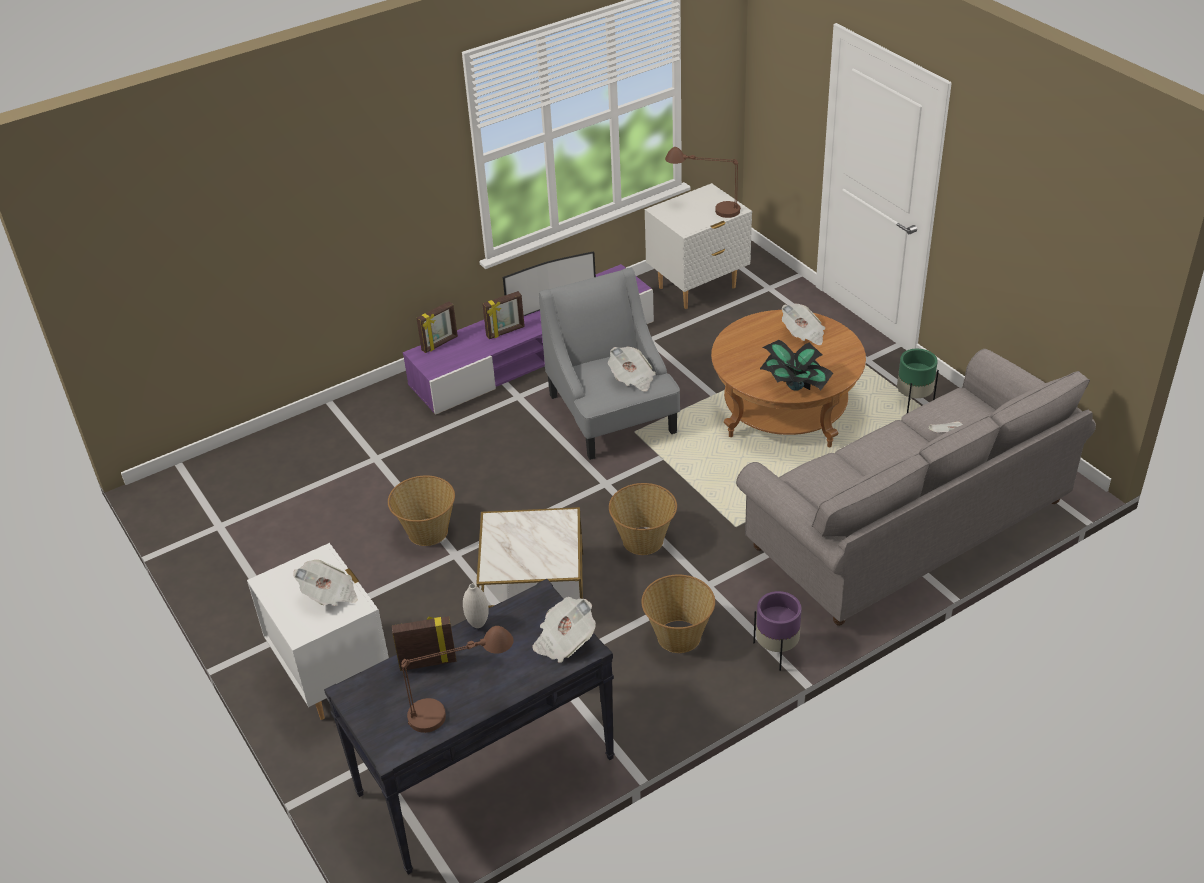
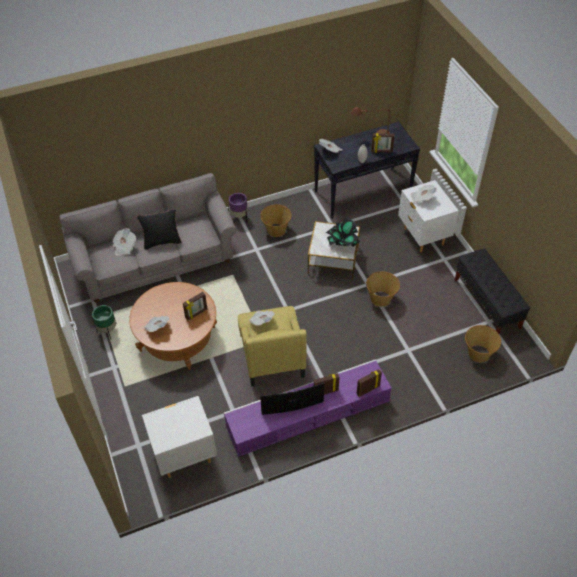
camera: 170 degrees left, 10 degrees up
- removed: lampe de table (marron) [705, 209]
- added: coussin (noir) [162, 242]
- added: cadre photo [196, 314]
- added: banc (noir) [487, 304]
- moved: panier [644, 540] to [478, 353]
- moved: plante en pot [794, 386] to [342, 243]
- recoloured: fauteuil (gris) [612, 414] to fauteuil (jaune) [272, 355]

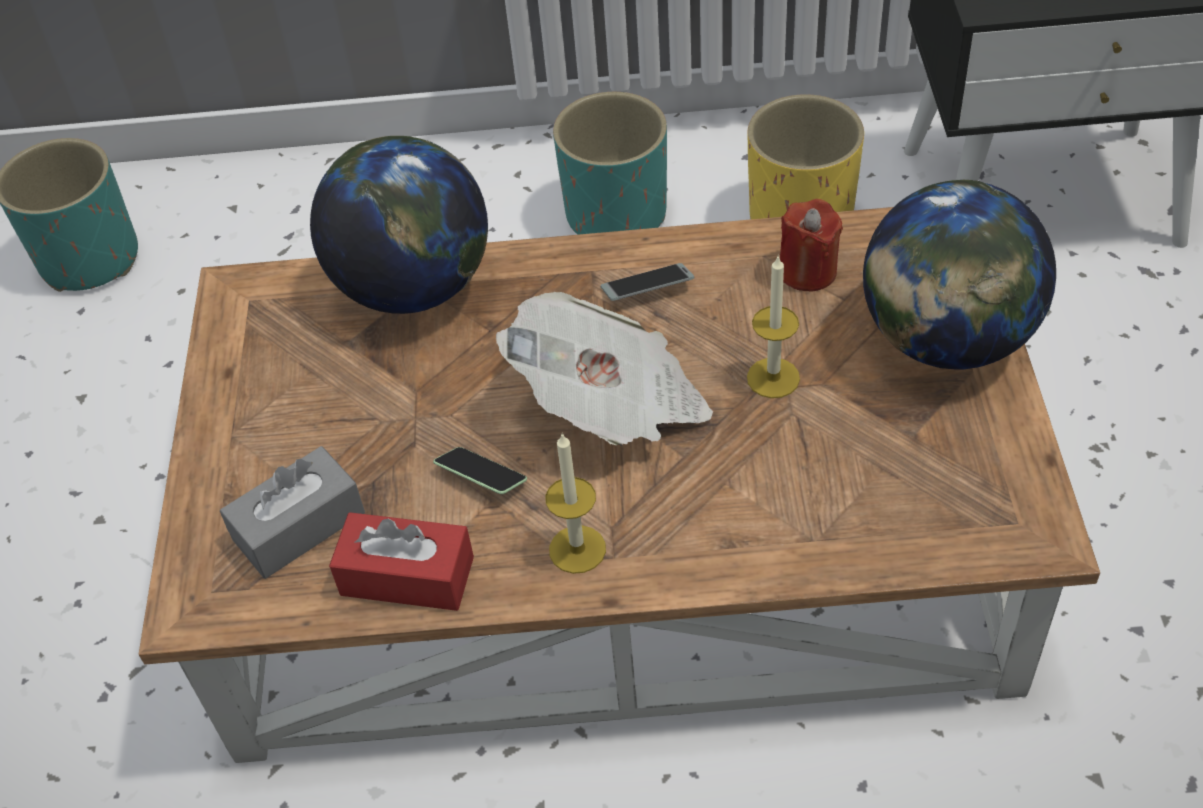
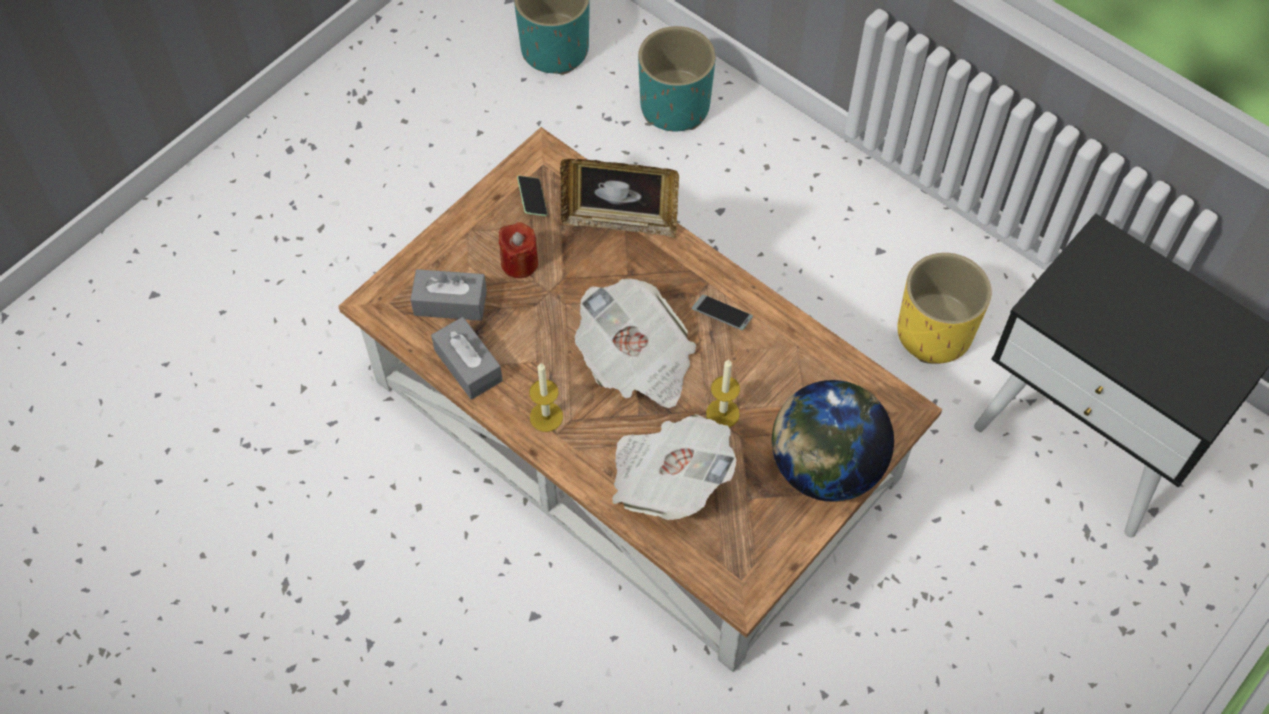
camera: 40 degrees right, 10 degrees up
- added: journal [668, 479]
- moved: téléphone [481, 478] to [532, 200]
- moved: cache-pot (turquoise) [616, 215] to [675, 107]
- moved: bougie (rouge) [807, 271] to [519, 263]
- replaced: globe [414, 287] to cadre photo [620, 221]
- recoloured: boîte à mouchoirs (rouge) [407, 576] to boîte à mouchoirs (gris) [468, 365]

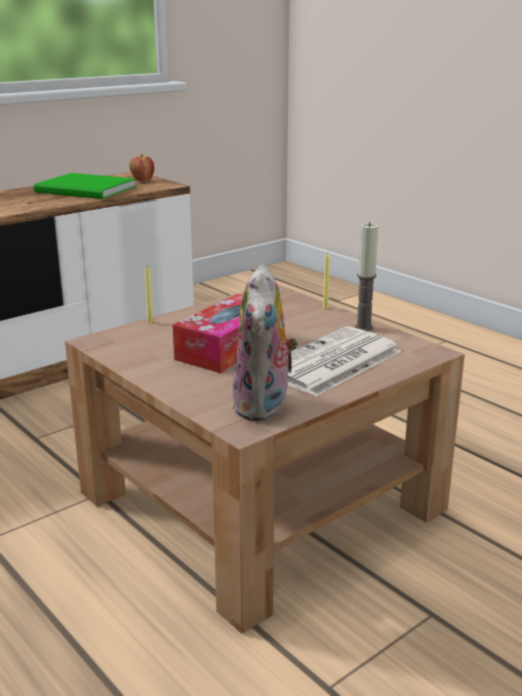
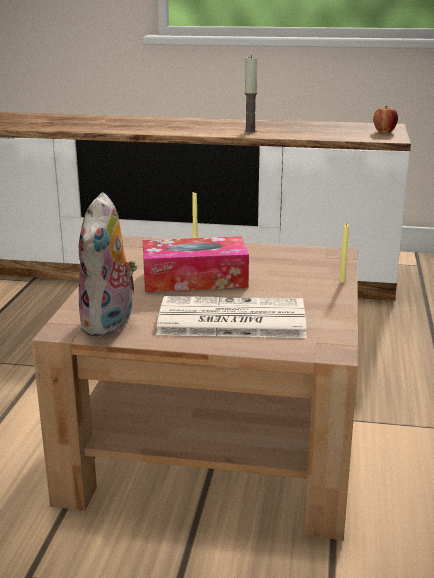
camera: 50 degrees right, 0 degrees up
- removed: livre (vert) [86, 190]
- moved: bougie [363, 327] to [250, 131]
- turned: peluche [264, 407] = [110, 324] 45 degrees counterclockwise

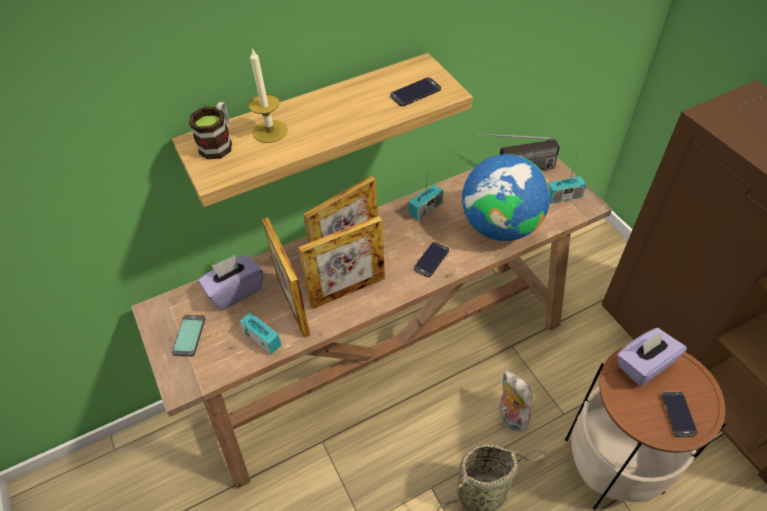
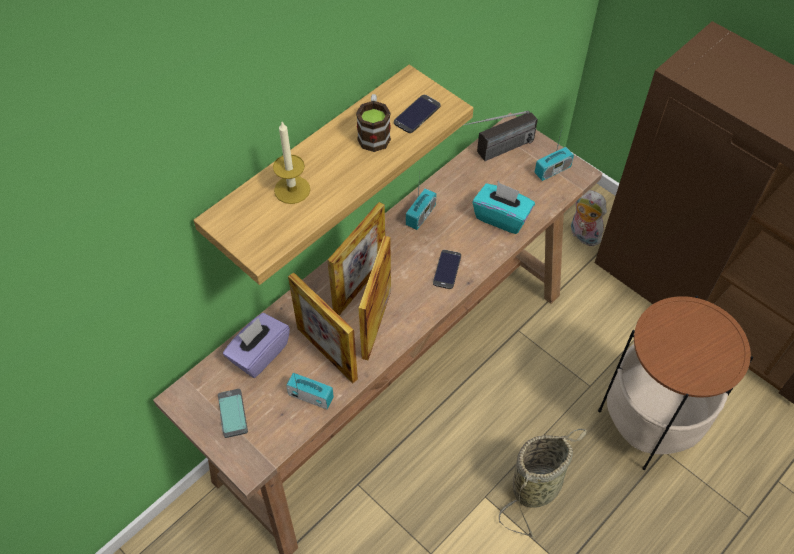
camera: 20 degrees left, 5 degrees up
- removed: boîte à mouchoirs (violet) [643, 365]
- removed: téléphone [678, 414]
- moved: mug [219, 143] to [374, 134]
- moved: peluche [510, 416] to [582, 235]
- replaced: globe [500, 226] to boîte à mouchoirs (turquoise) [501, 217]
- turned: cadre photo [348, 291] = [376, 324] 150 degrees clockwise

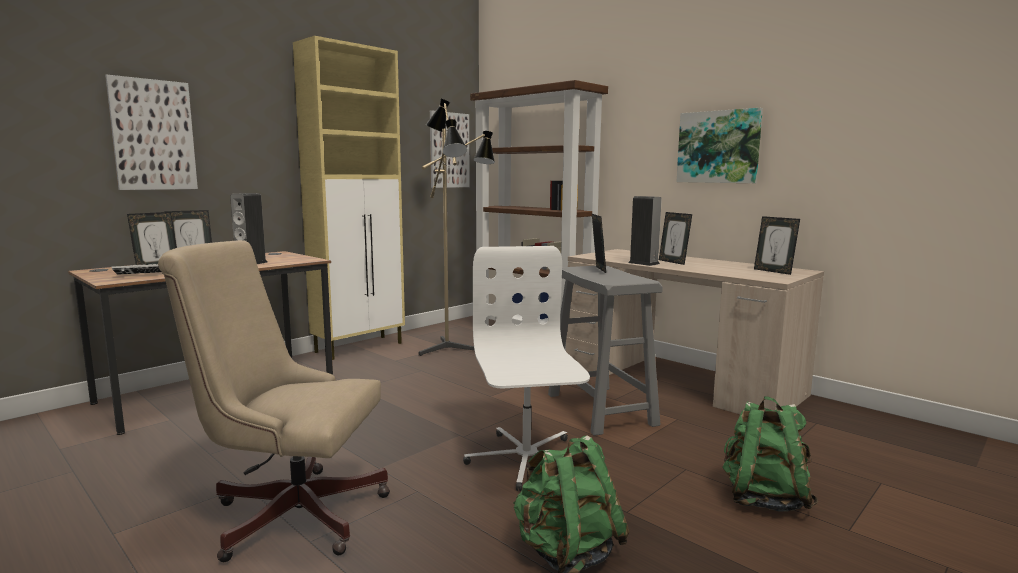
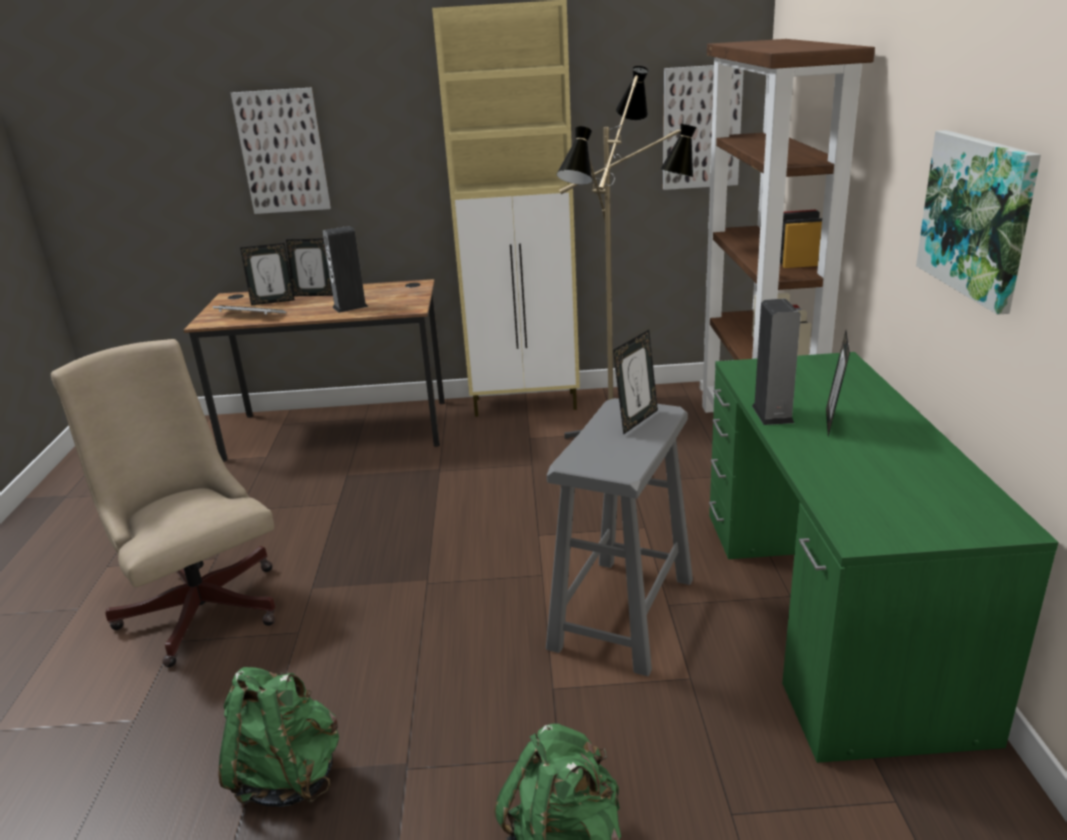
camera: 45 degrees right, 15 degrees up
- removed: chaise de bureau (blanc) [525, 459]
- removed: cadre photo [773, 271]
- recoloured: bureau (beige) [679, 379] to bureau (vert) [827, 610]

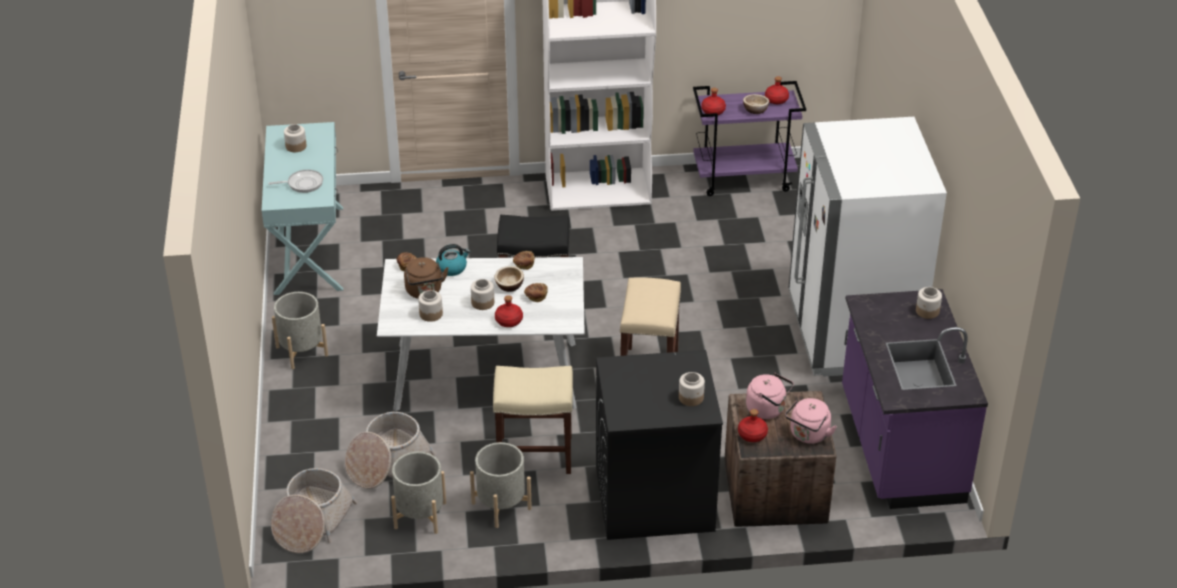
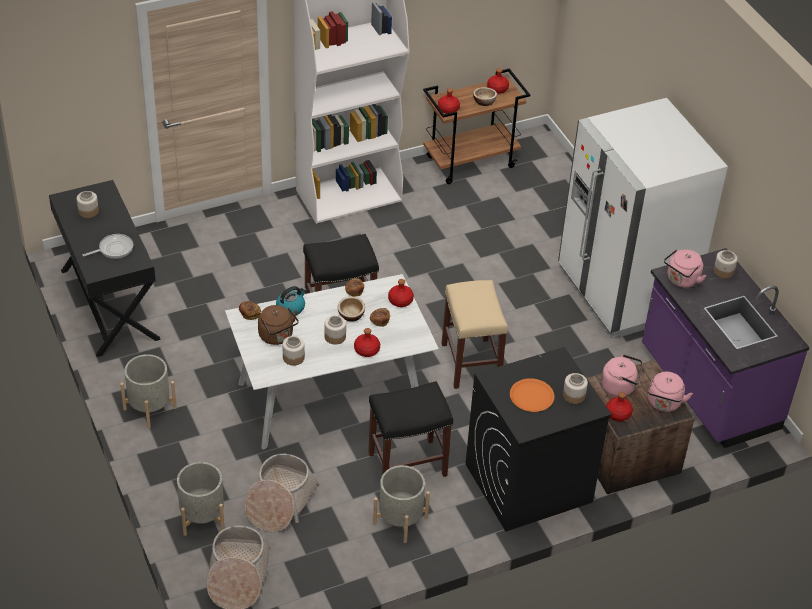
camera: 20 degrees left, 5 degrees up
- added: bouteille (rouge) [400, 300]
- added: assiette (orange) [531, 396]
- added: bouilloire (rose) [681, 280]
- moved: cache-pot (gris) [420, 515] to [202, 517]
- recoloured: table console (turquoise) [308, 249] to table console (noir) [109, 304]
- recoloured: tabouret (beige) [533, 455] to tabouret (noir) [406, 465]
- recoloured: chariot (violet) [744, 178] to chariot (marron) [471, 161]

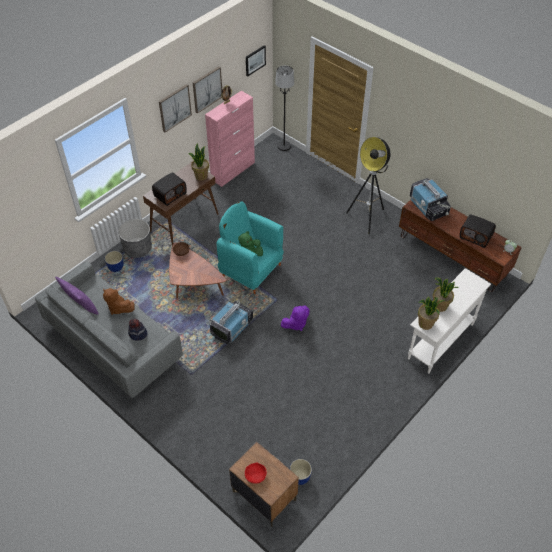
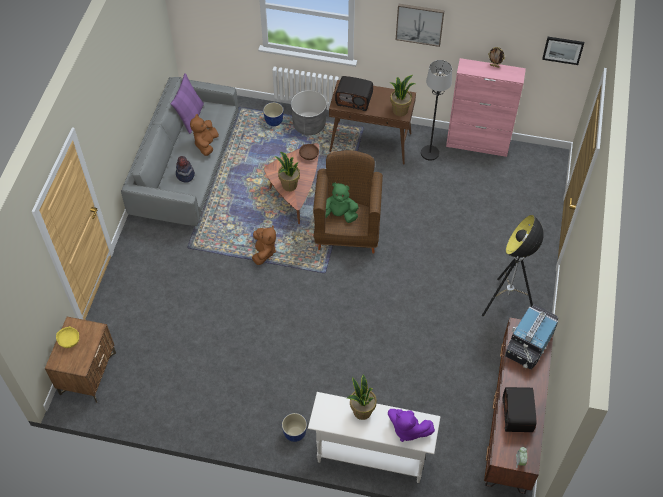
camera: 60 degrees right, 5 degrees up
- removed: tableau [207, 89]
- moved: lampadaire (noir) [284, 146] to [430, 153]
- moved: peluche (violet) [296, 324] to [407, 429]
- moved: cache-pot [299, 477] to [294, 433]
- moved: plante en pot [425, 324] to [289, 185]
- replaced: téléviseur [232, 327] to peluche (marron) [264, 252]
- recoloured: fauteuil (turquoise) [250, 270] to fauteuil (marron) [347, 230]
- recoloured: bol (rouge) [255, 476] to bol (jaune) [69, 341]

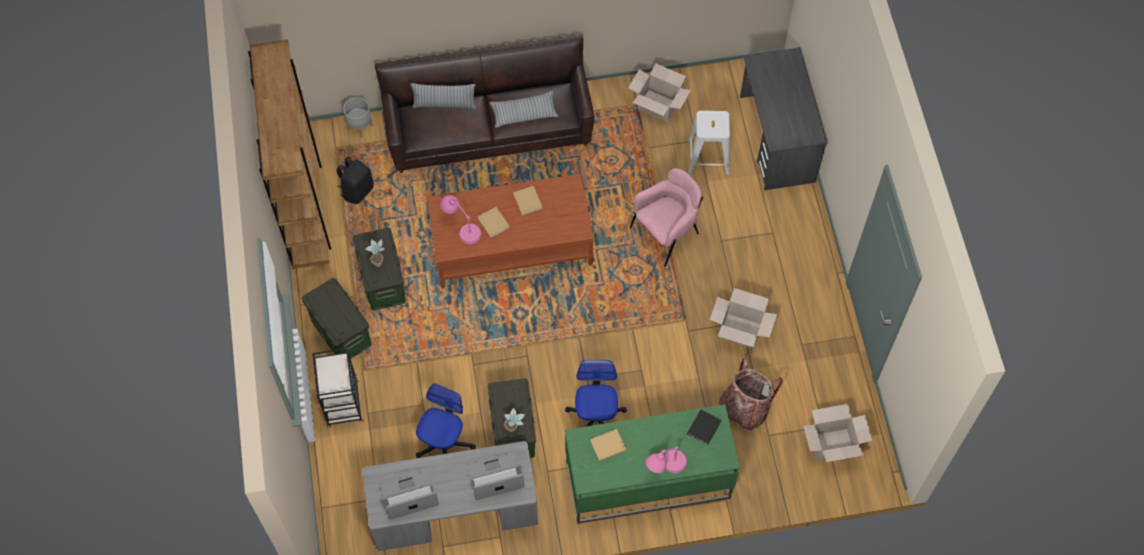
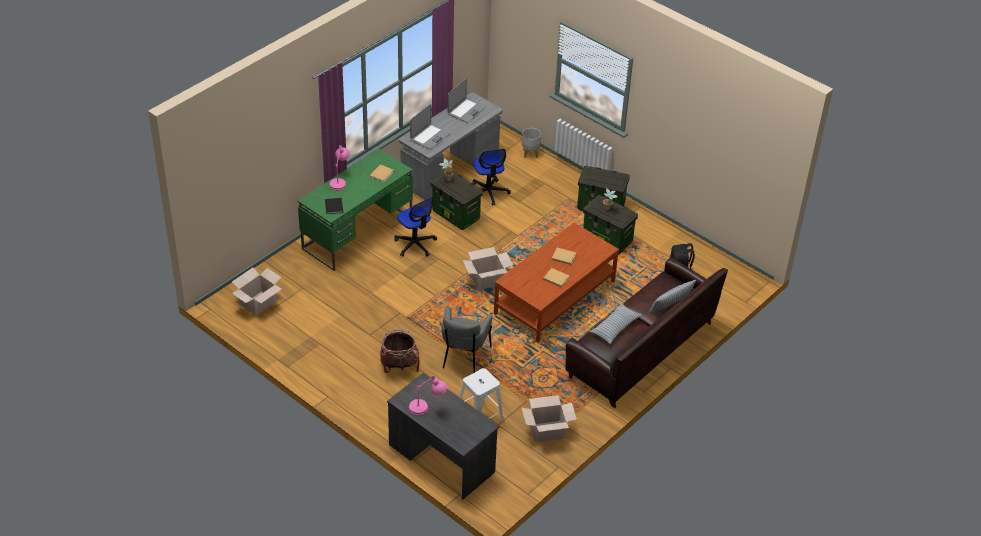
camera: 140 degrees right, 20 degrees down
- removed: bibliothèque (marron) [306, 209]
- removed: chariot (noir) [343, 404]
- moved: cache-pot (gris) [360, 126] to [530, 153]
- moved: lampe de table (rose) [462, 229] to [427, 408]
- moved: carton [740, 330] to [486, 280]
- moved: sac à dos [744, 408] to [399, 365]
- recoloured: fauteuil (rose) [666, 233] to fauteuil (gris) [464, 357]

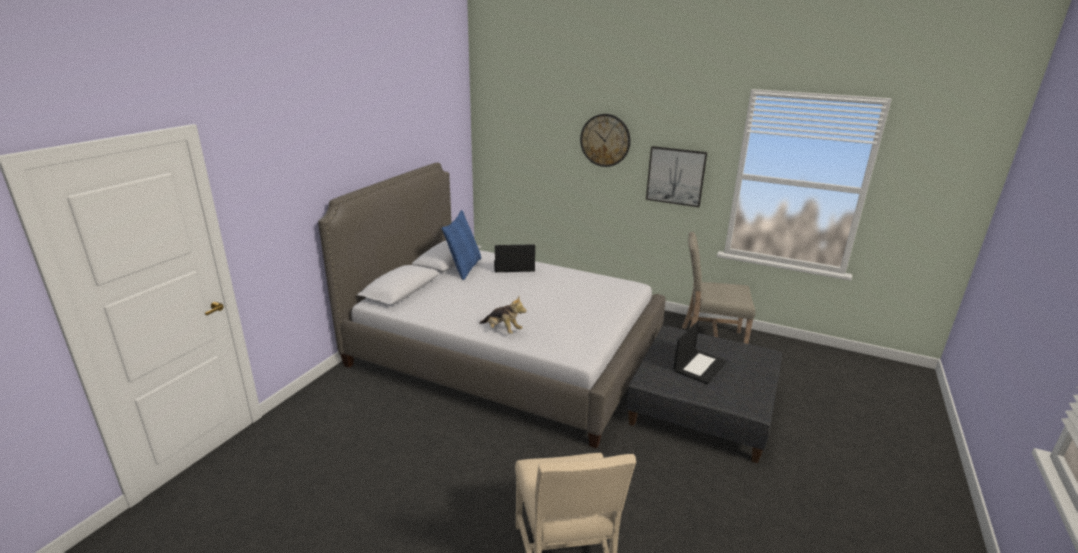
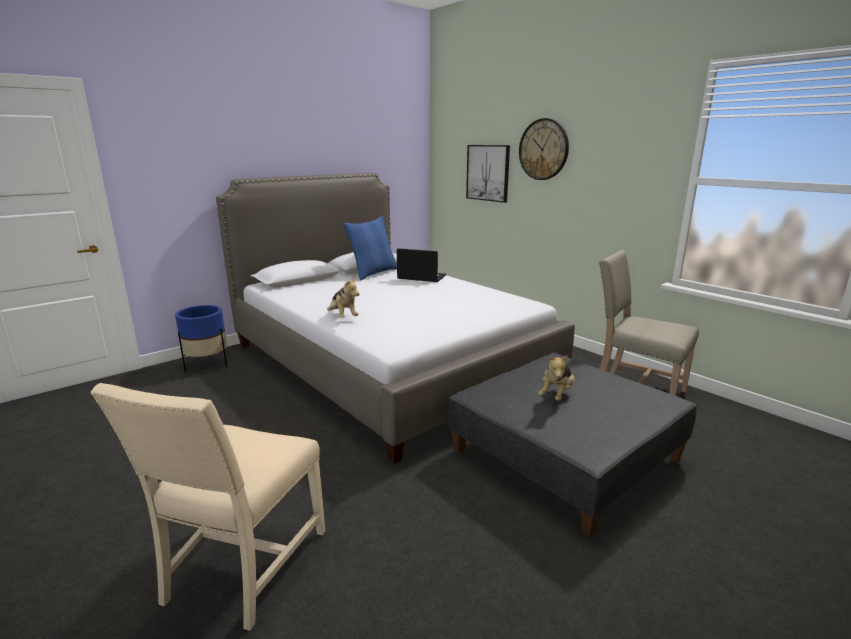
camera: 25 degrees right, 5 degrees down
- added: cache-pot (bleu) [207, 365]
- moved: tableau [676, 176] to [488, 173]
- replaced: ordinateur portable [699, 366] to peluche [557, 395]

